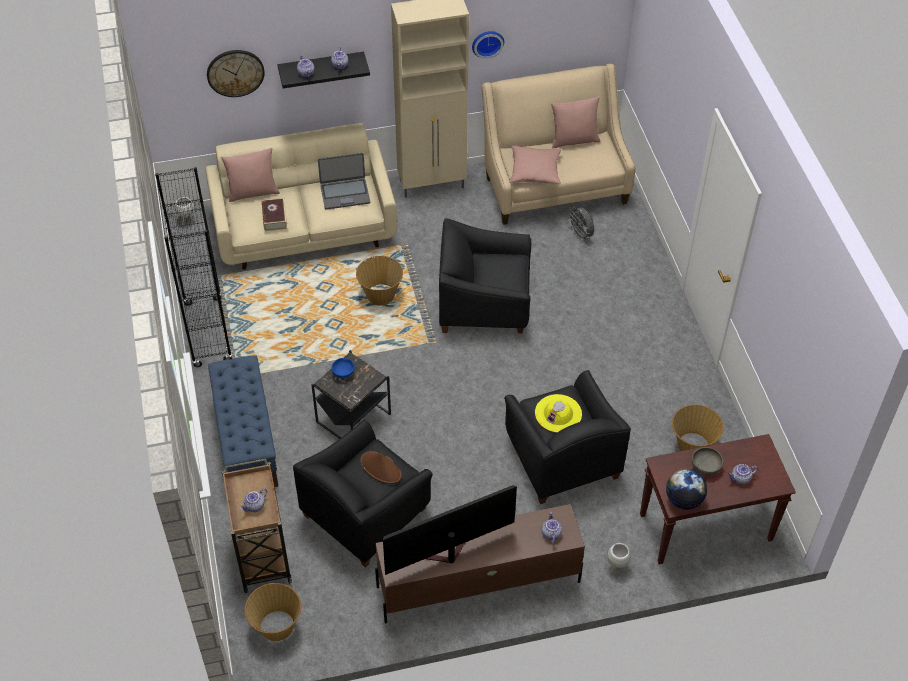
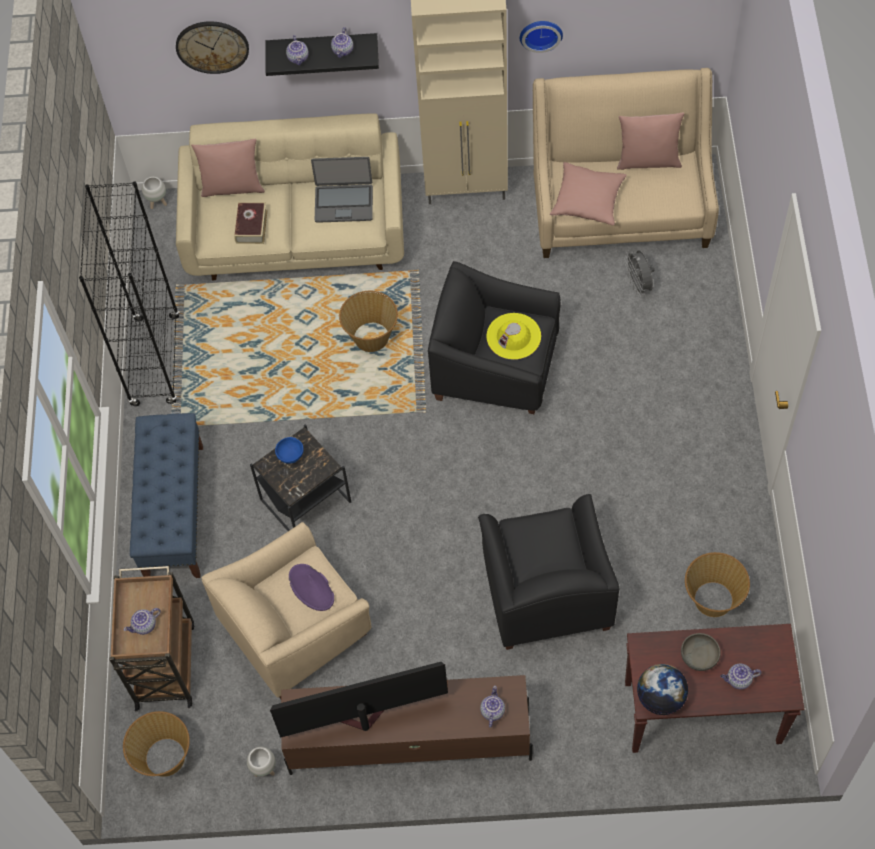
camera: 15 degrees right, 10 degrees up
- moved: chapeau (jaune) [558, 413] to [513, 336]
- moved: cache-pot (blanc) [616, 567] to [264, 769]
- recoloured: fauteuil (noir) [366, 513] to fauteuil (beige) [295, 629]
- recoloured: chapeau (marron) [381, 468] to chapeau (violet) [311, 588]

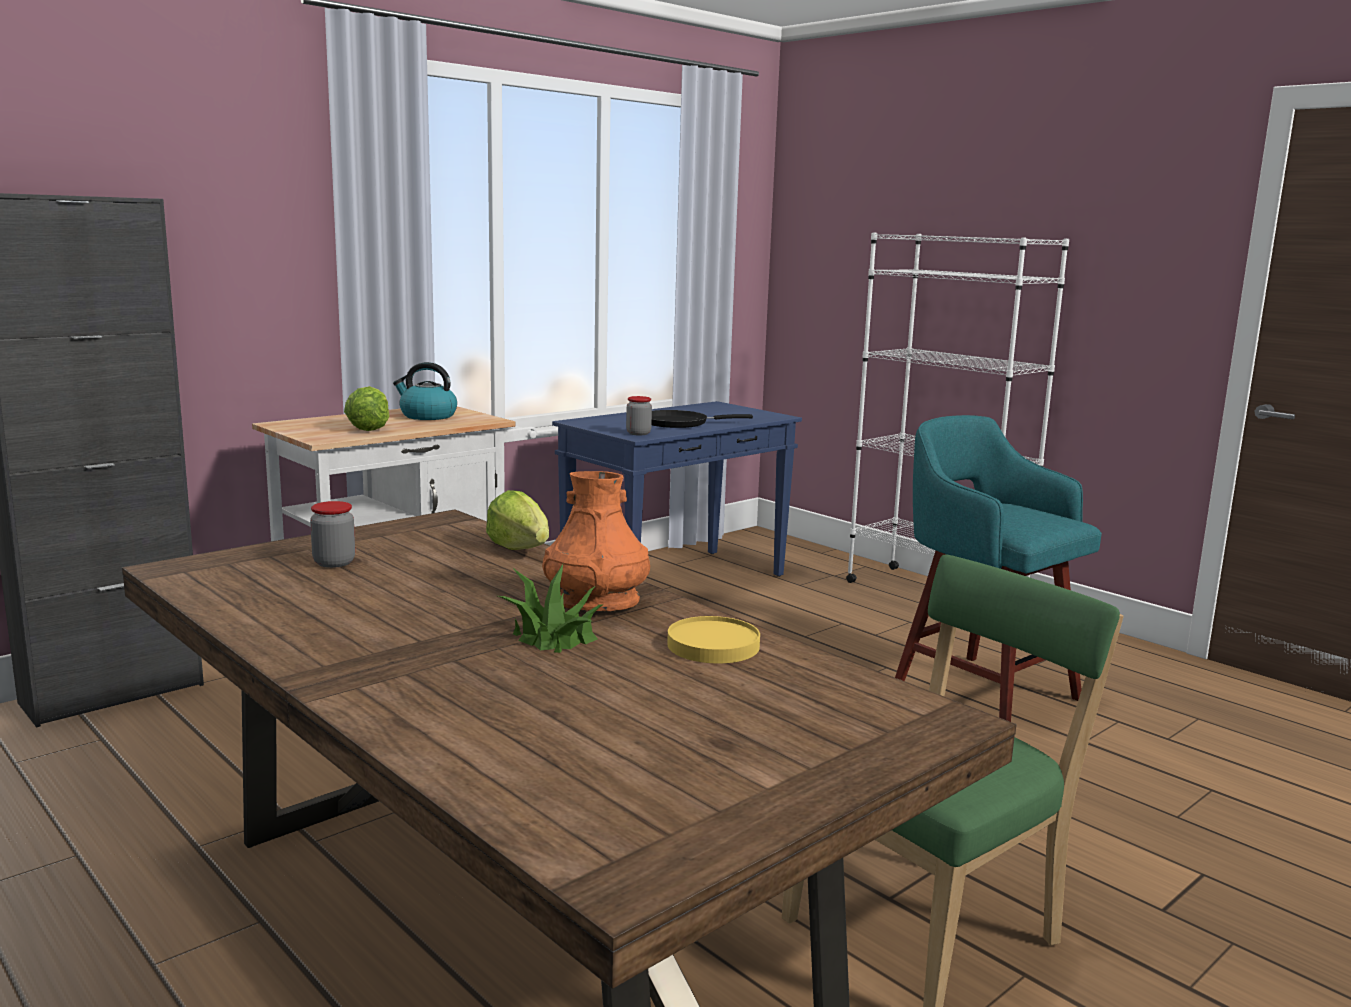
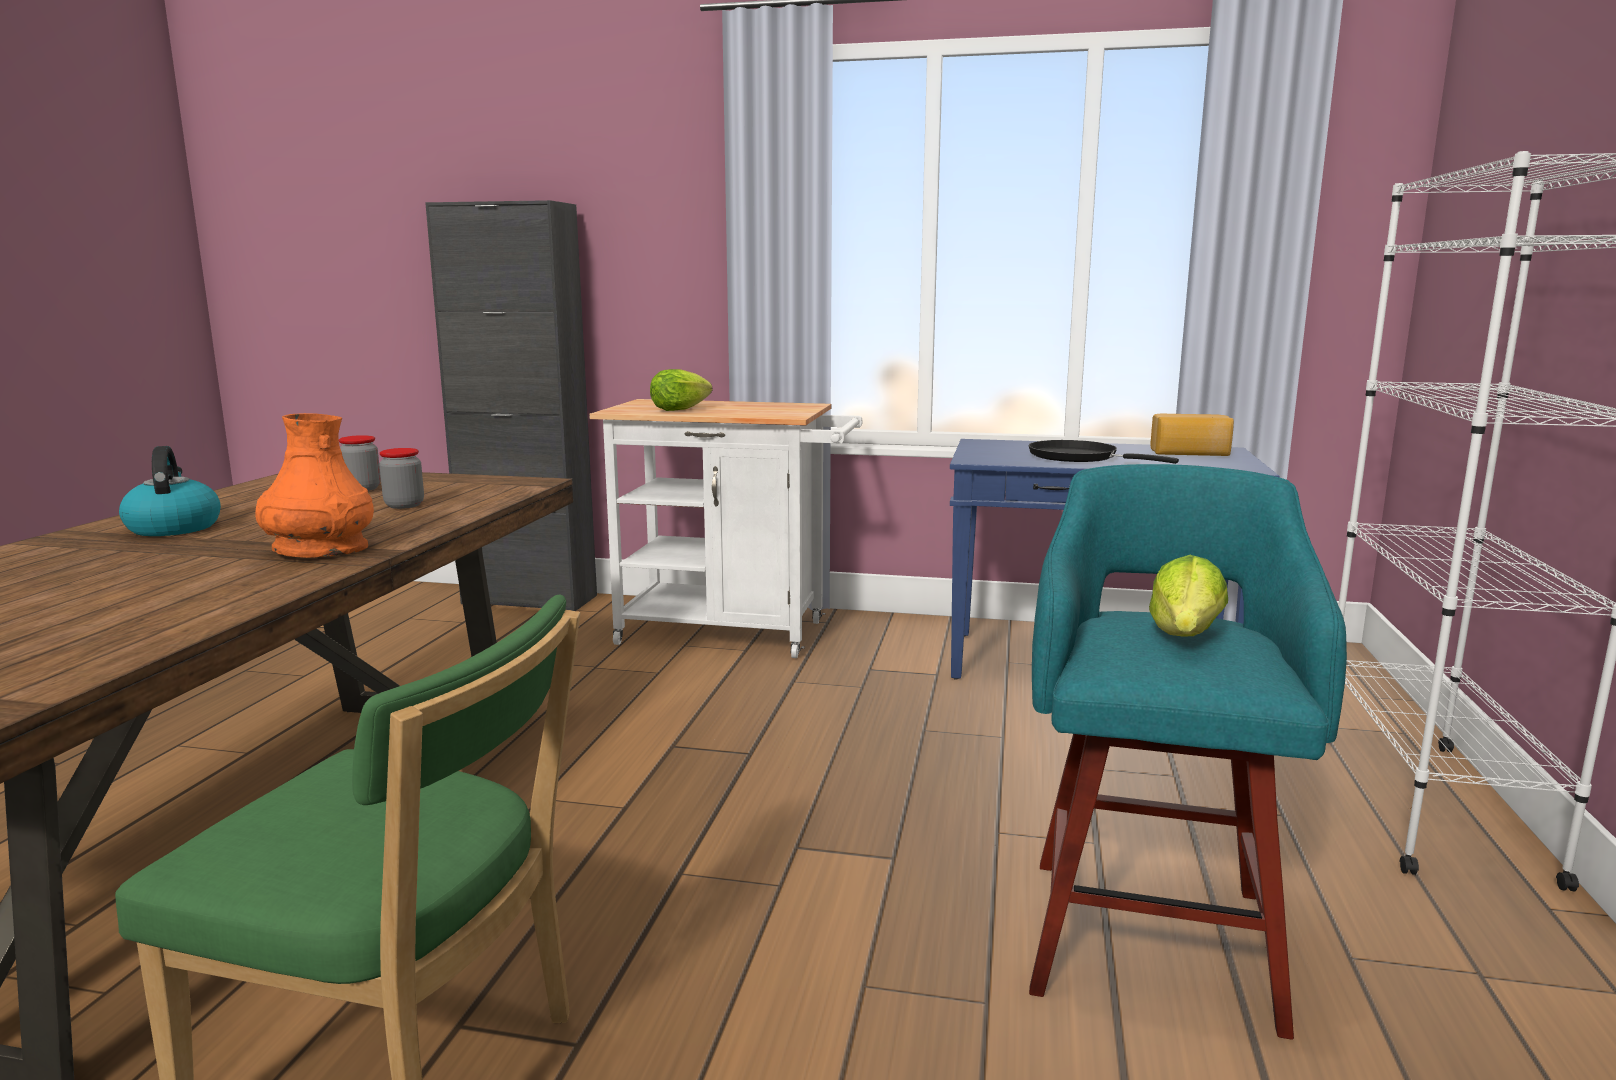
camera: 55 degrees right, 0 degrees up
- removed: plante en pot [553, 636]
- removed: assiette (jaune) [713, 645]
- added: pain [1190, 453]
- moved: bouilloire [427, 416] to [173, 527]
- moved: laitue [520, 549] to [1185, 635]
- moved: bocal [638, 433] to [404, 505]

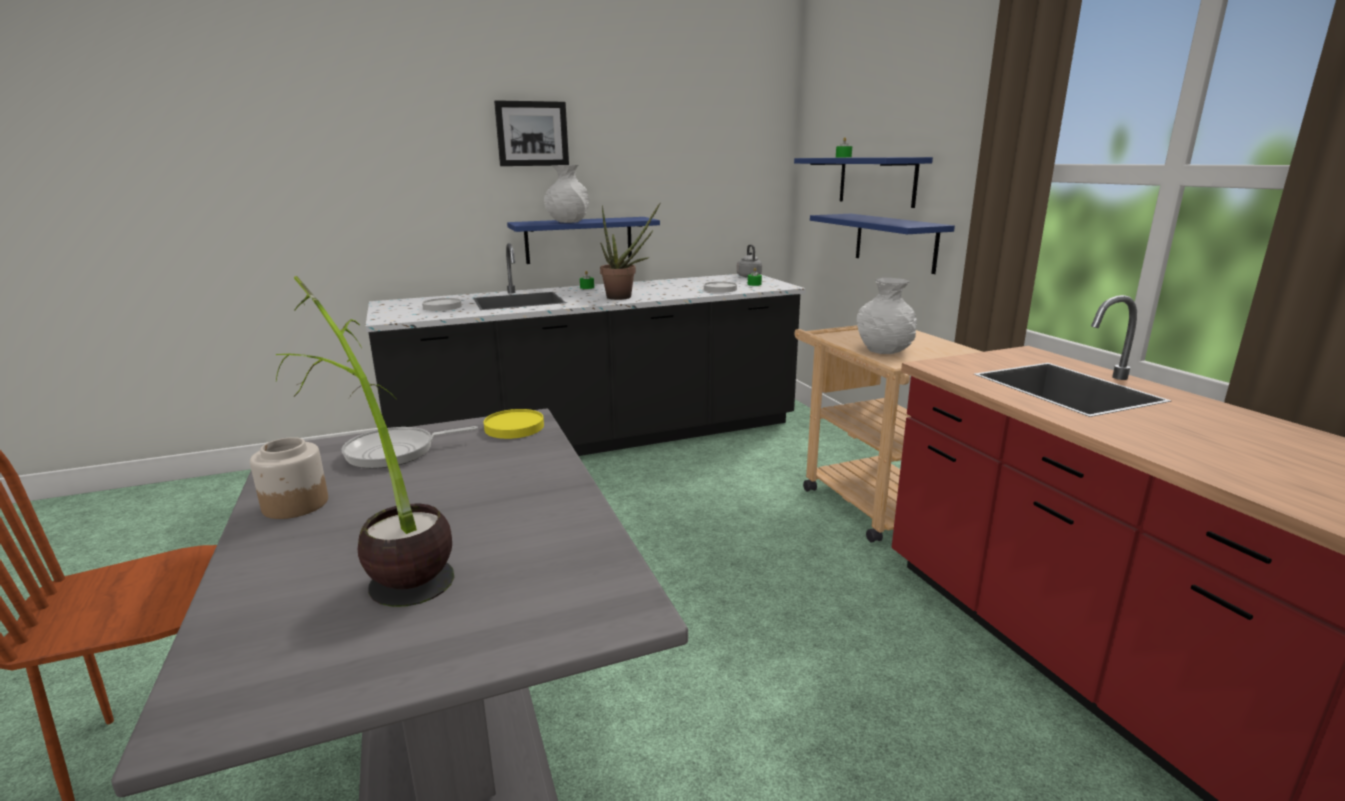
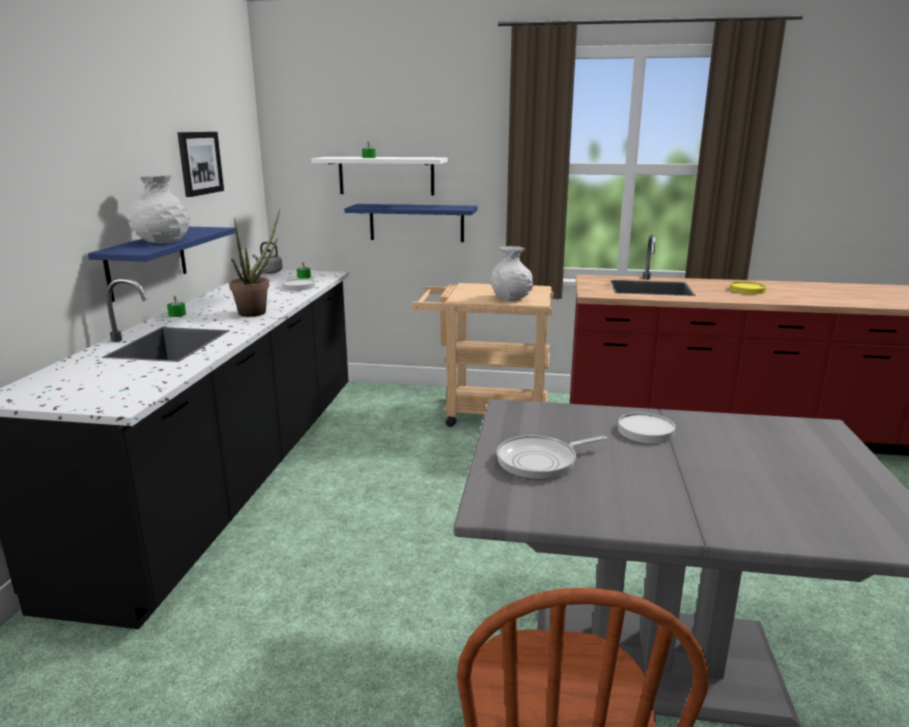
camera: 60 degrees left, 0 degrees up
- removed: bocal [294, 504]
- removed: plante en pot [391, 561]
- moved: assiette (blanc) [442, 307] to [645, 431]
- moved: assiette (jaune) [515, 427] to [747, 290]
- moved: tableau [532, 134] to [199, 163]
- recoloured: étagère (bleu) [877, 181] to étagère (blanc) [386, 176]
- turned: poêle [396, 452] = [541, 461] 60 degrees clockwise

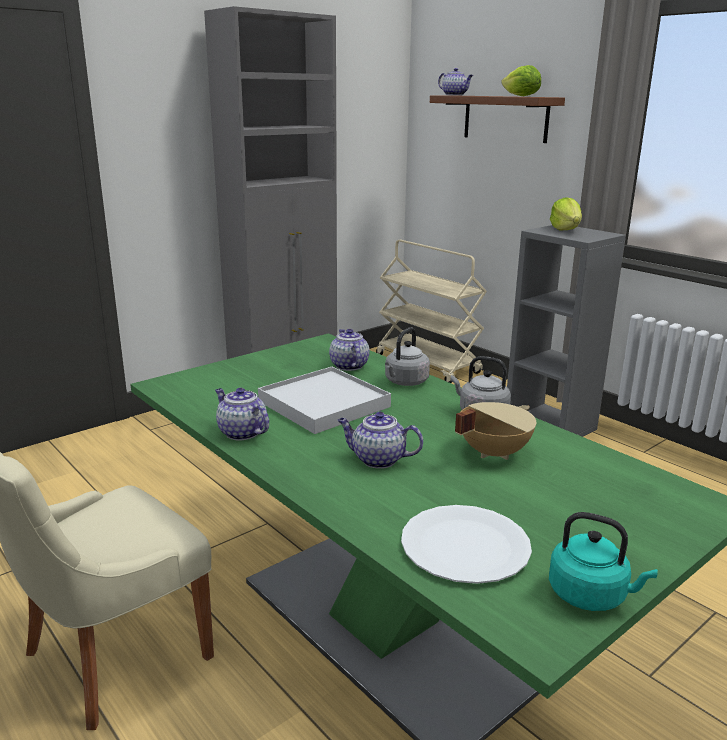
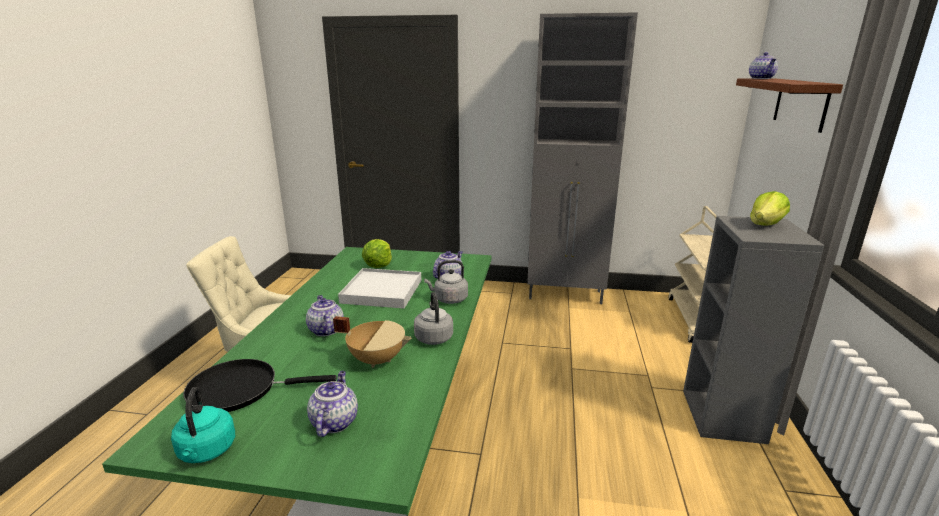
camera: 50 degrees right, 0 degrees up
- moved: théière [241, 432] to [334, 421]
- moved: laitue [521, 96] to [378, 265]
- replaced: assiette (blanc) [464, 546] to poêle (noir) [240, 390]

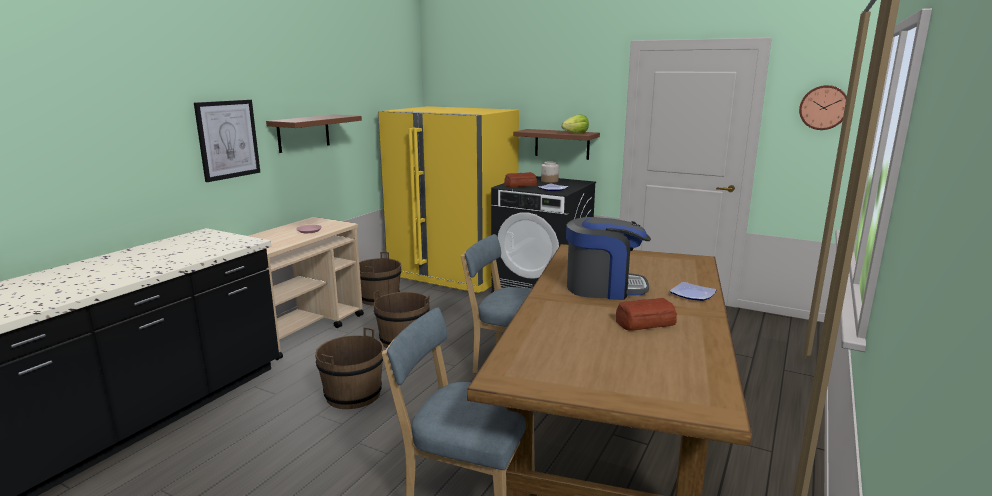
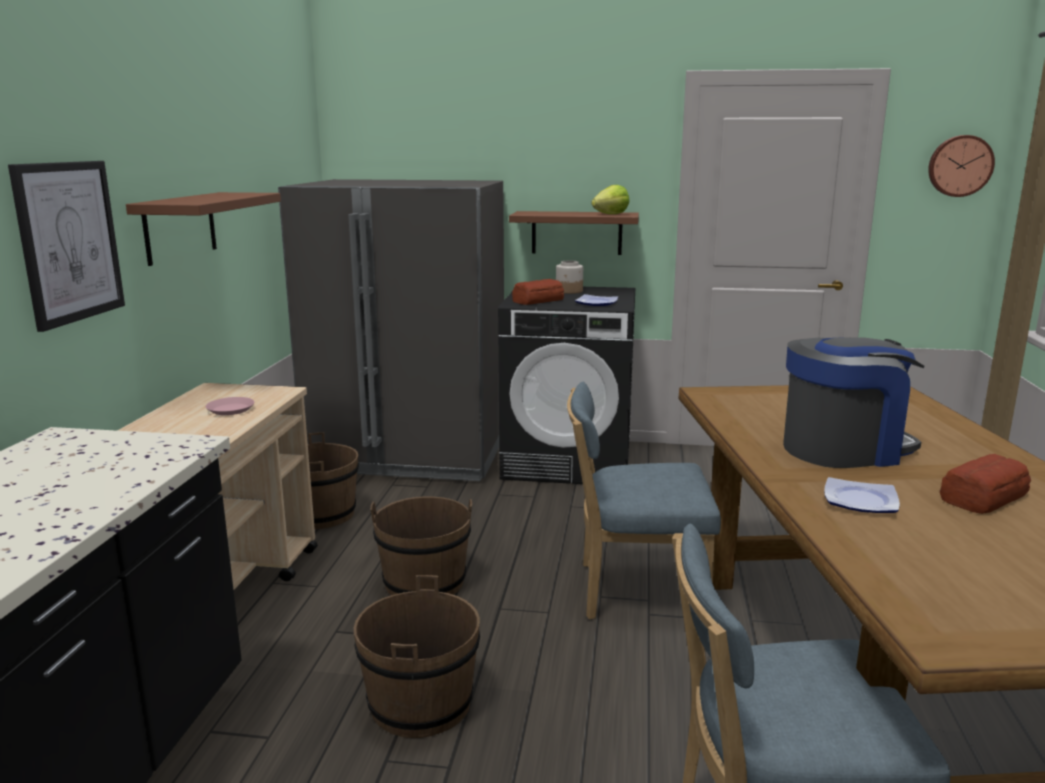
camera: 20 degrees left, 0 degrees up
- moved: assiette [691, 294] to [859, 501]
- recoloured: réfrigérateur (jaune) [453, 273] to réfrigérateur (gris) [409, 454]

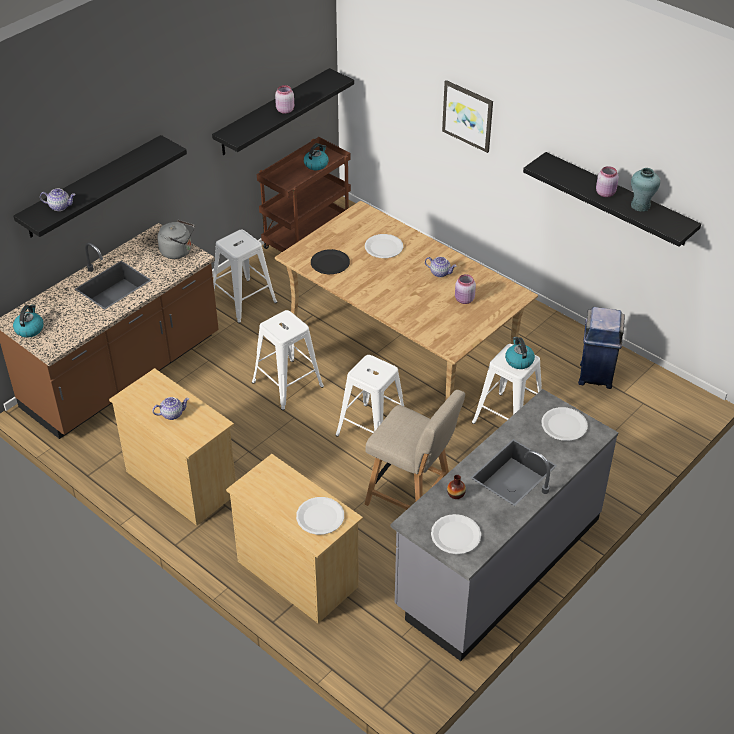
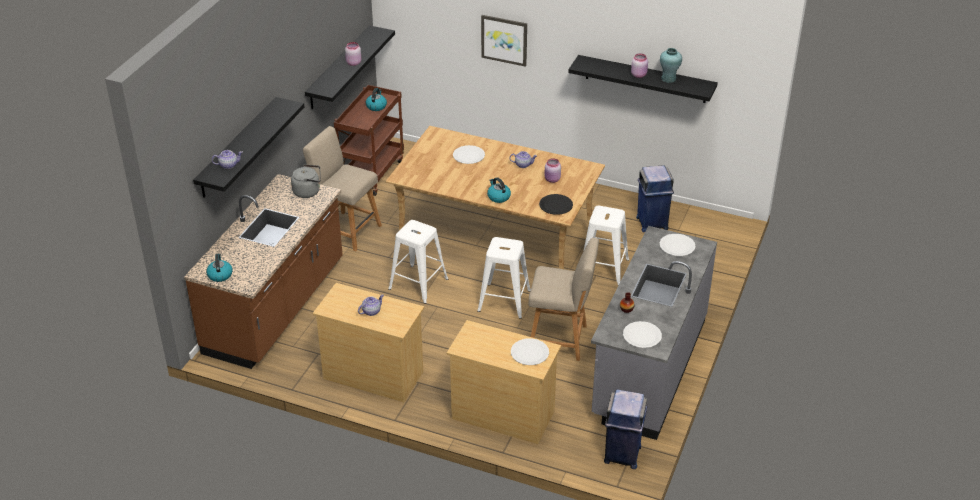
camera: 20 degrees left, 5 degrees down
- added: poubelle (bleu) [622, 455]
- moved: assiette (noir) [330, 263] to [556, 205]
- moved: bouilloire [519, 361] to [498, 197]
- replaced: tabouret (blanc) [243, 300] to chaise (beige) [346, 230]

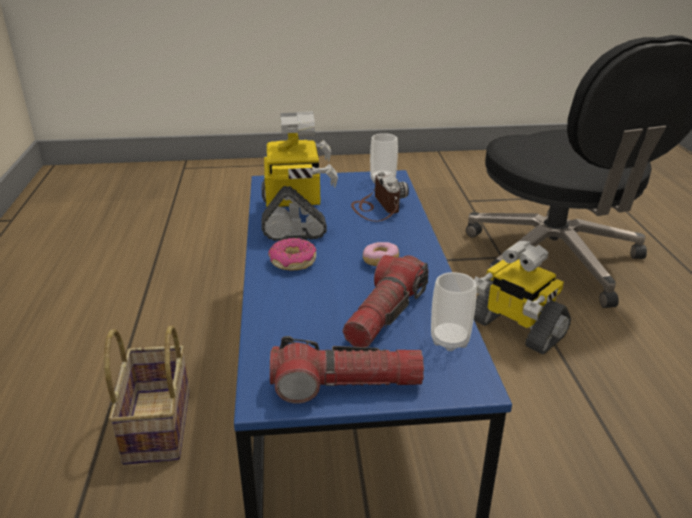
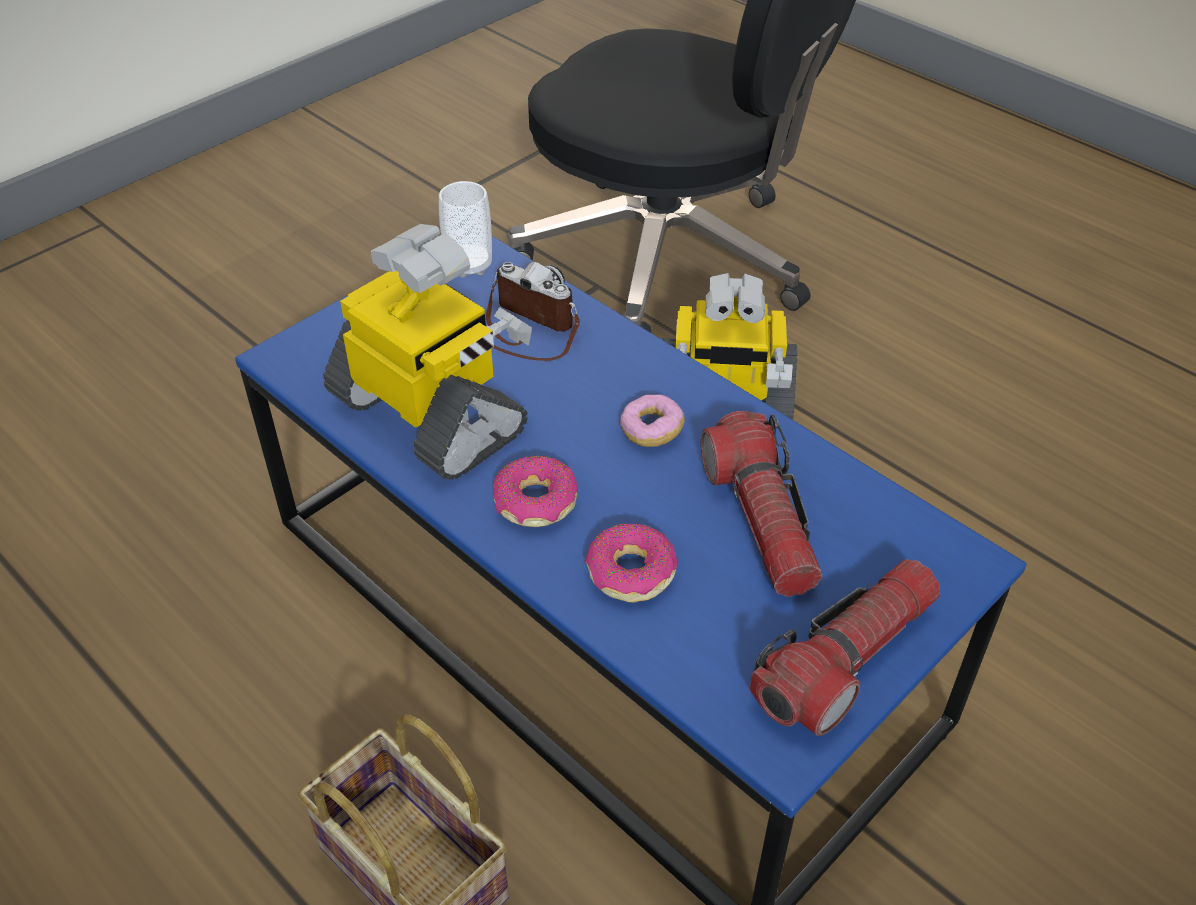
camera: 40 degrees left, 15 degrees up
- removed: tasse [450, 340]
- added: beignet [630, 572]

